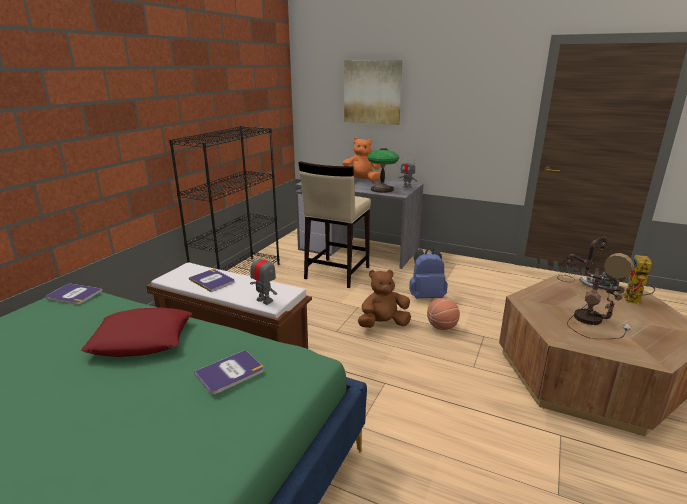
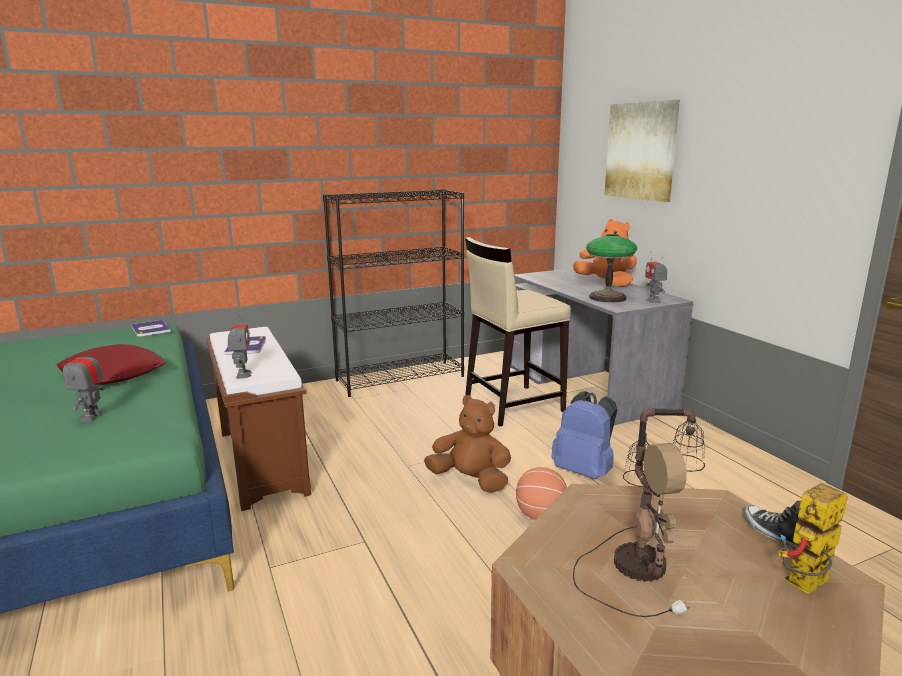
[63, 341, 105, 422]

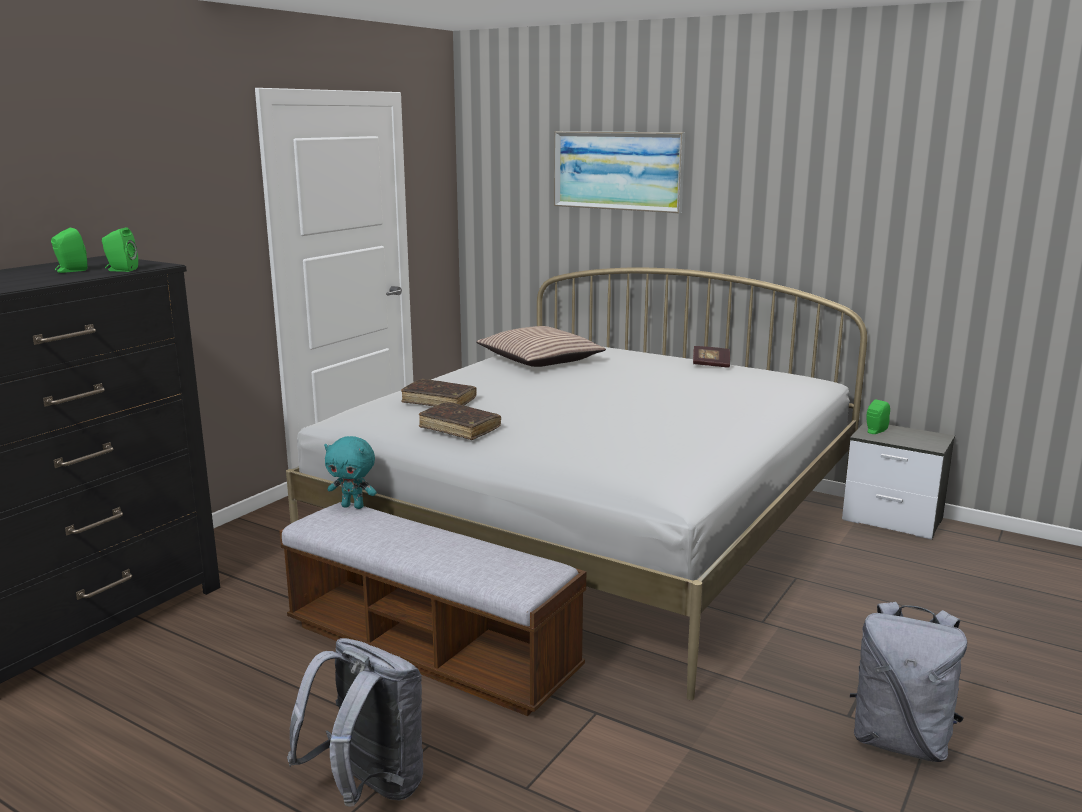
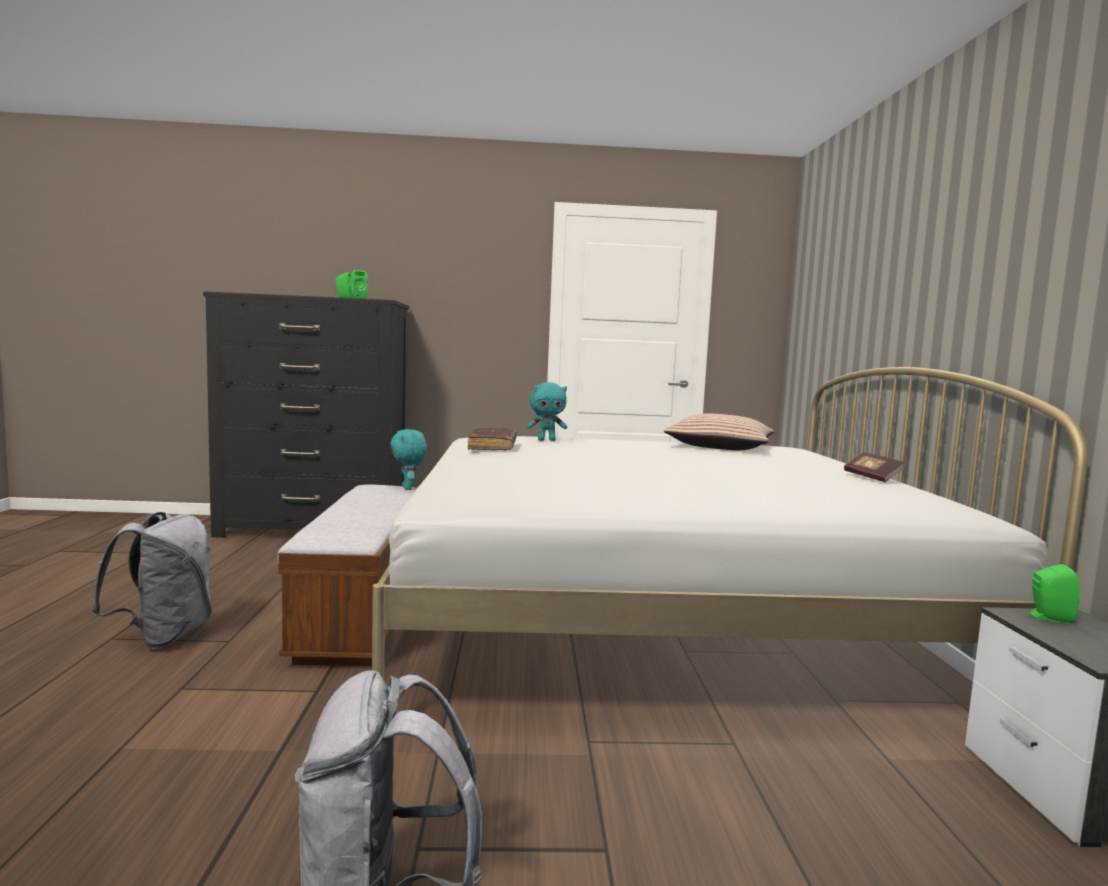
[527, 382, 567, 441]
[554, 131, 685, 213] (first image)

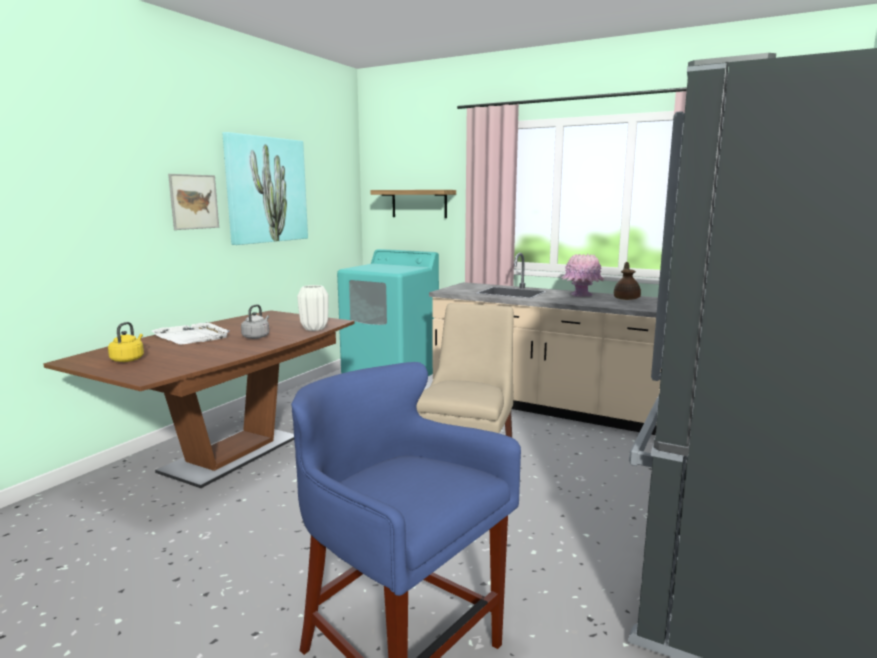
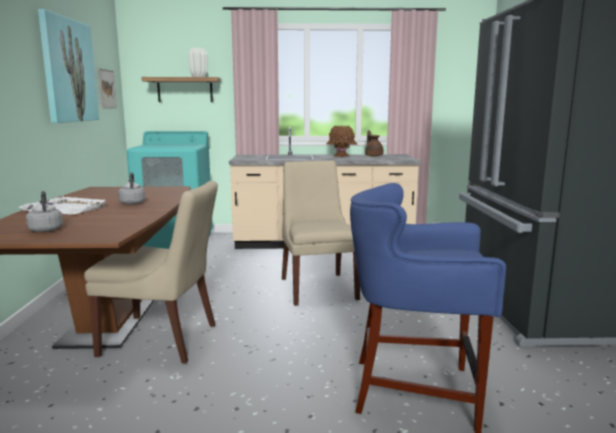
[26, 191, 63, 232]
[84, 181, 218, 363]
[98, 68, 117, 109]
[188, 48, 208, 77]
[326, 125, 357, 157]

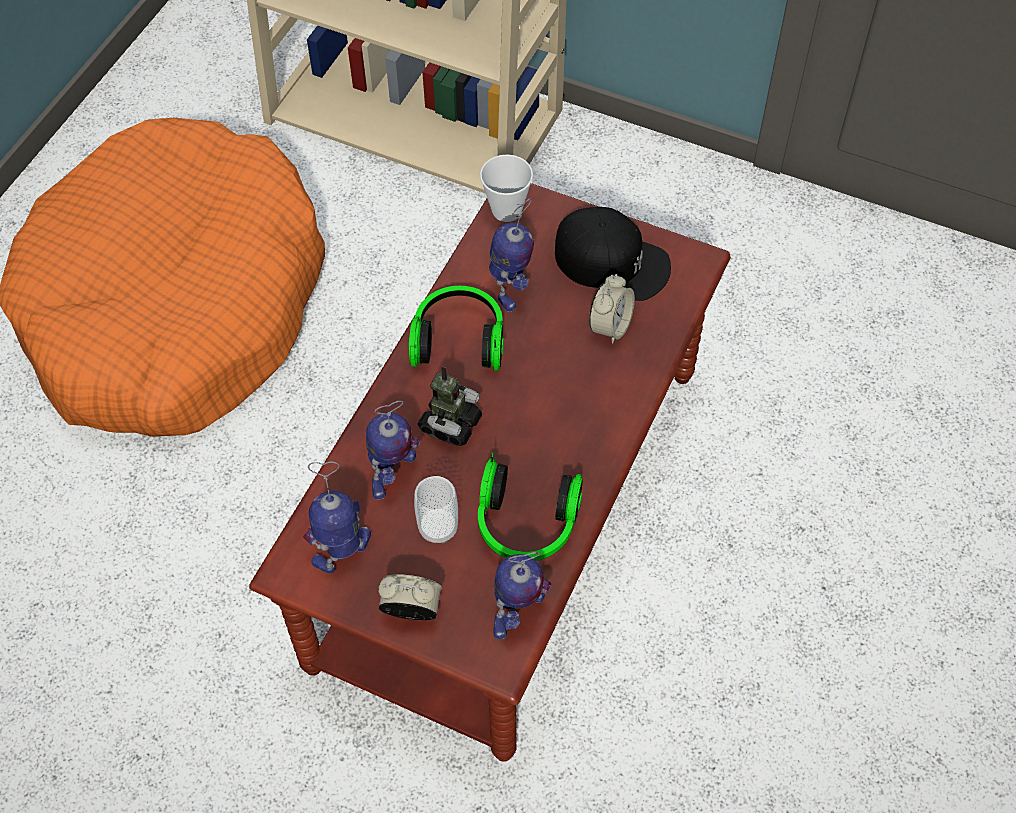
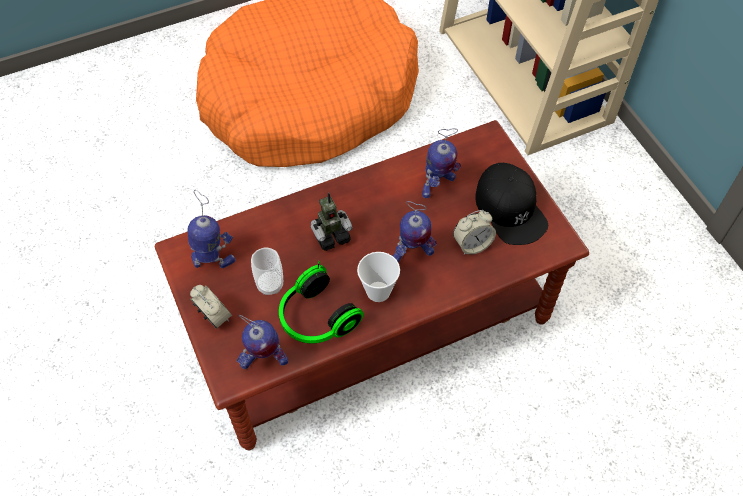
[357, 252, 400, 302]
[393, 201, 437, 263]
[409, 286, 504, 371] (first image)

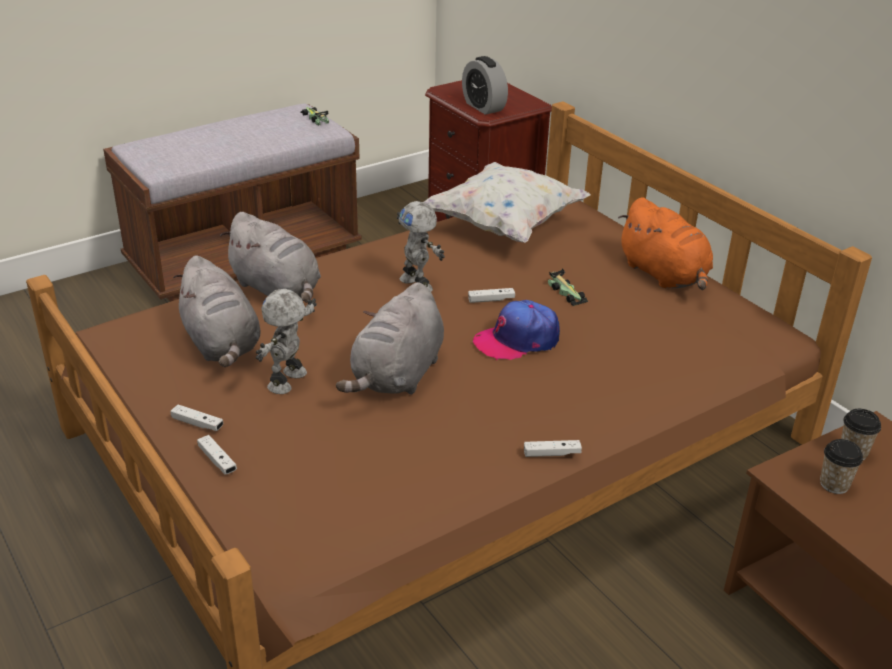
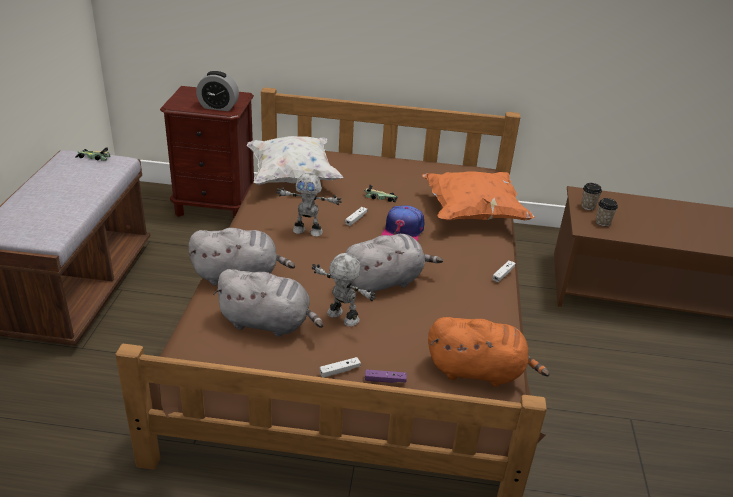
[312, 253, 376, 326]
[345, 234, 443, 293]
[365, 369, 407, 383]
[422, 171, 535, 220]
[428, 317, 550, 387]

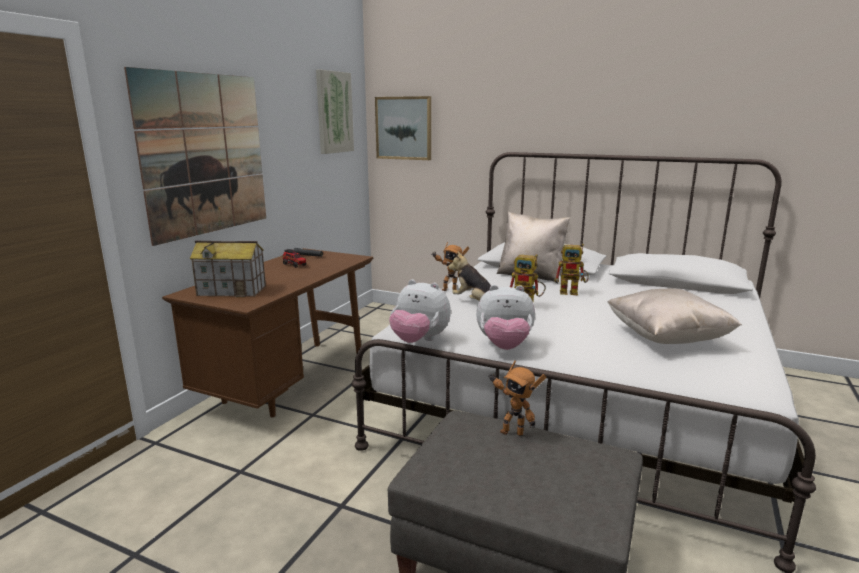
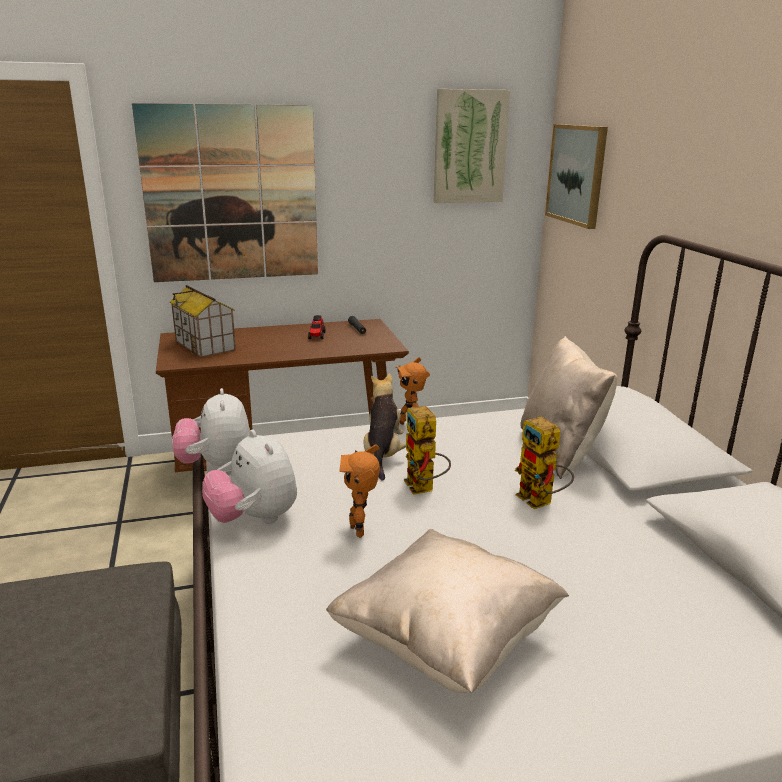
[339, 445, 380, 538]

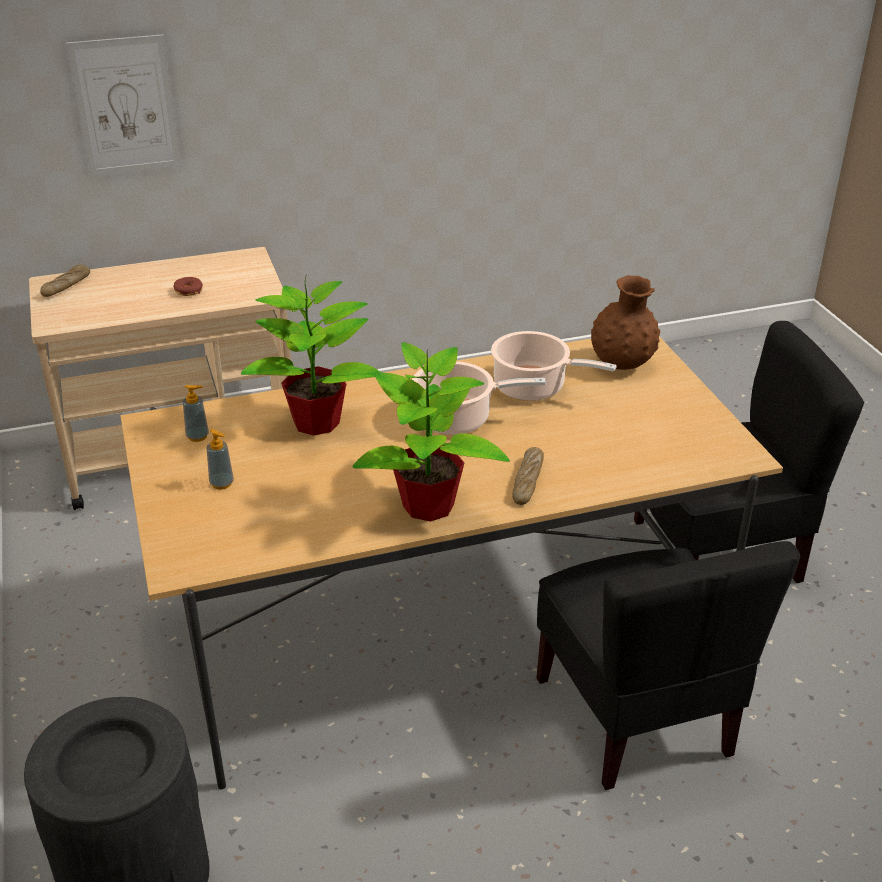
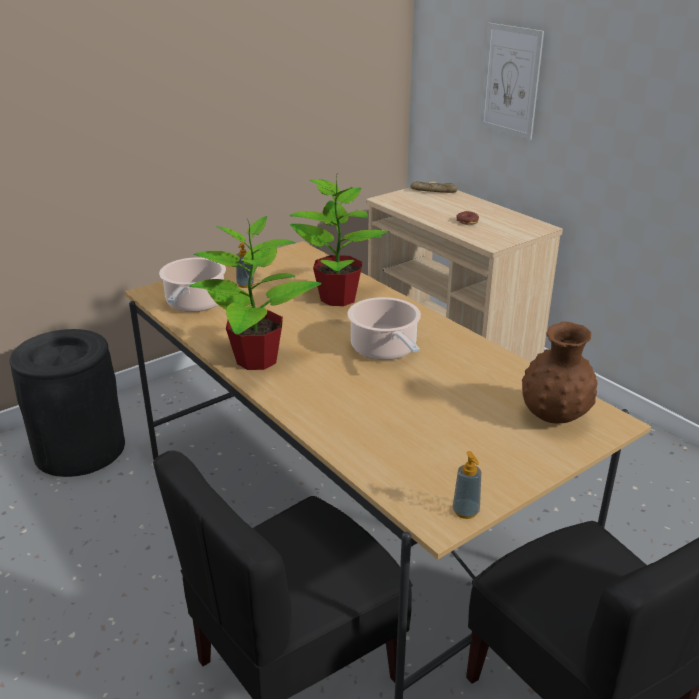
[159, 257, 226, 312]
[453, 451, 481, 519]
[512, 447, 544, 505] (first image)

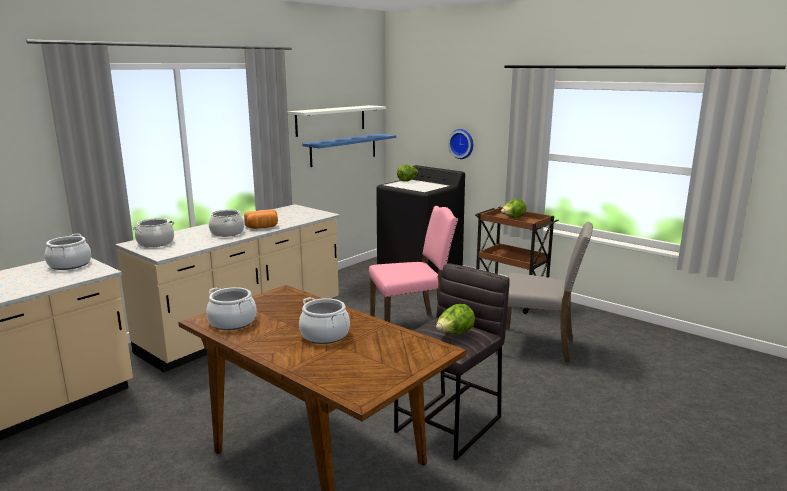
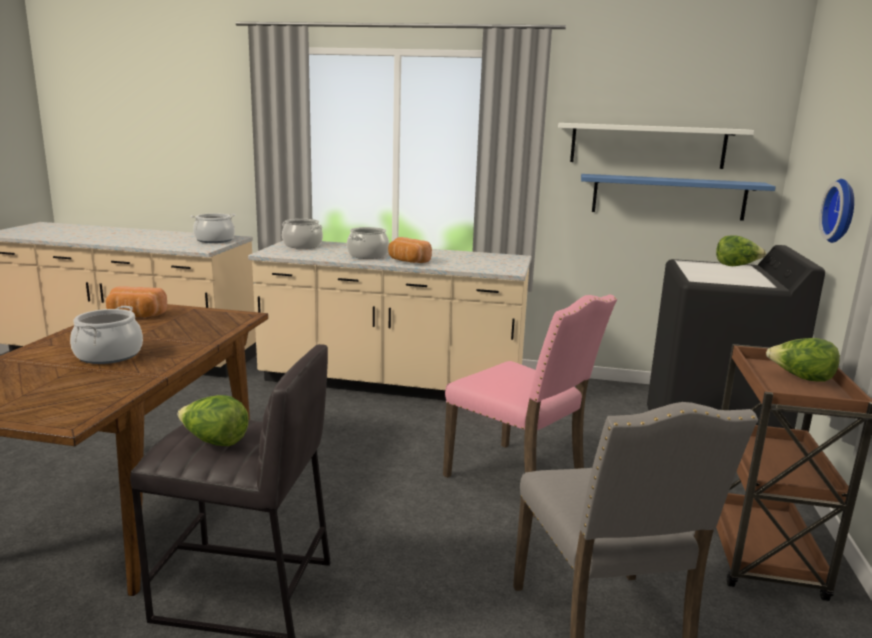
[106, 286, 167, 317]

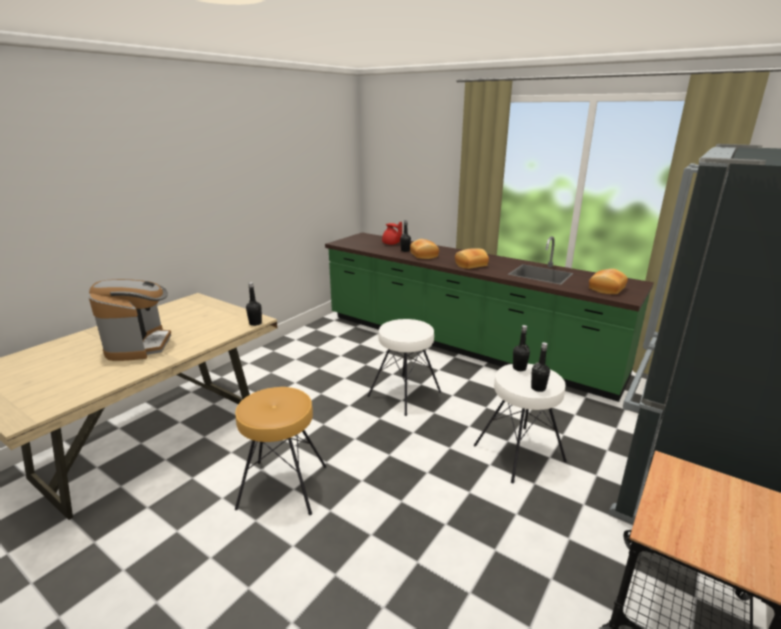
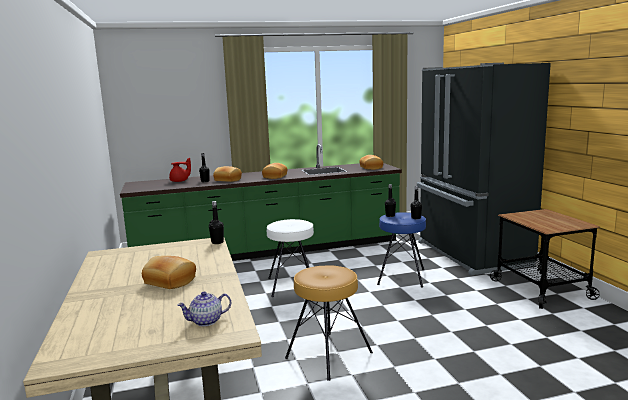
[142, 256, 196, 289]
[177, 292, 231, 326]
[377, 212, 426, 288]

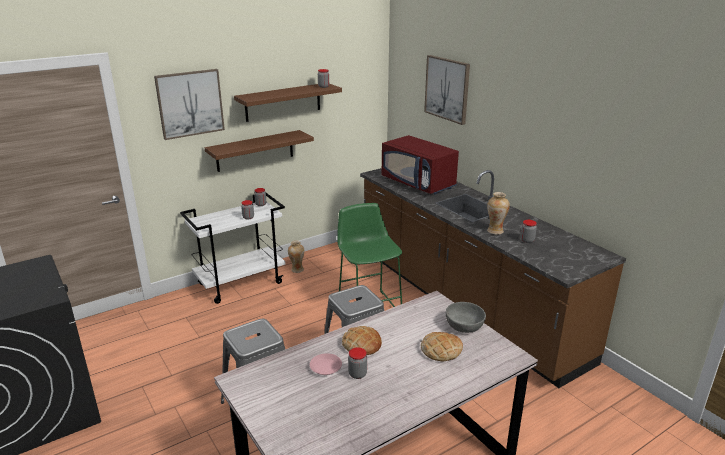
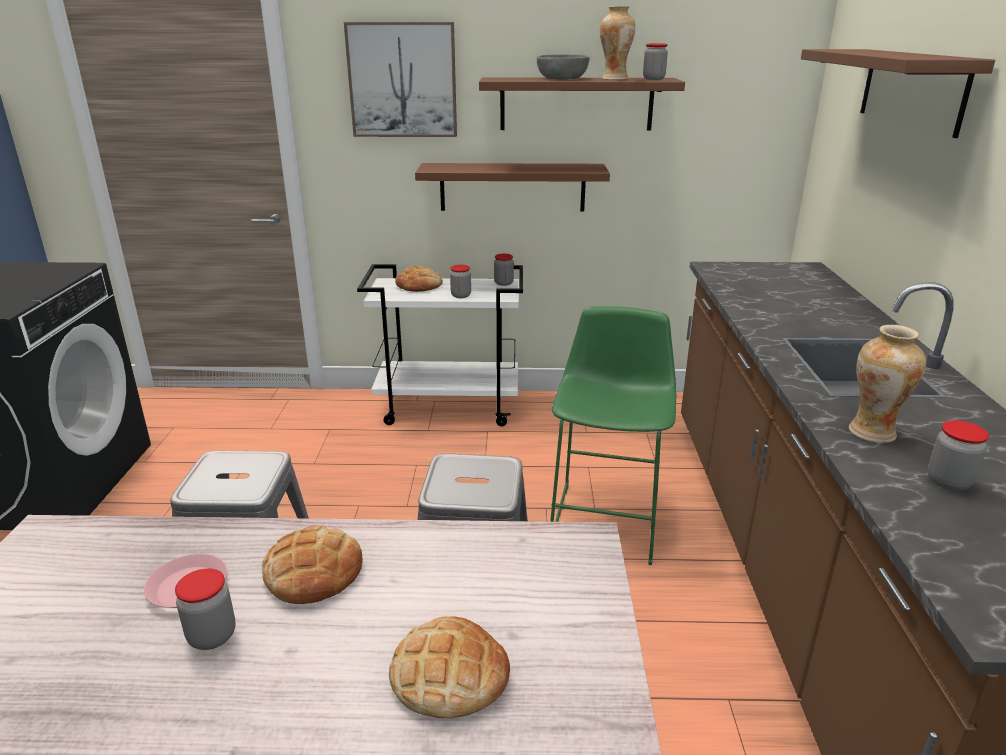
[395, 266, 443, 292]
[537, 54, 590, 80]
[600, 6, 635, 80]
[801, 49, 995, 138]
[382, 135, 459, 195] (first image)

